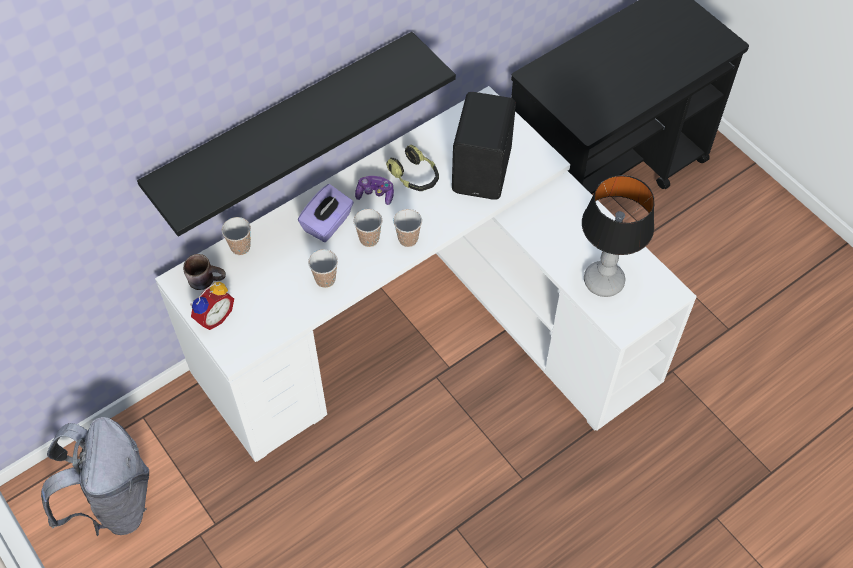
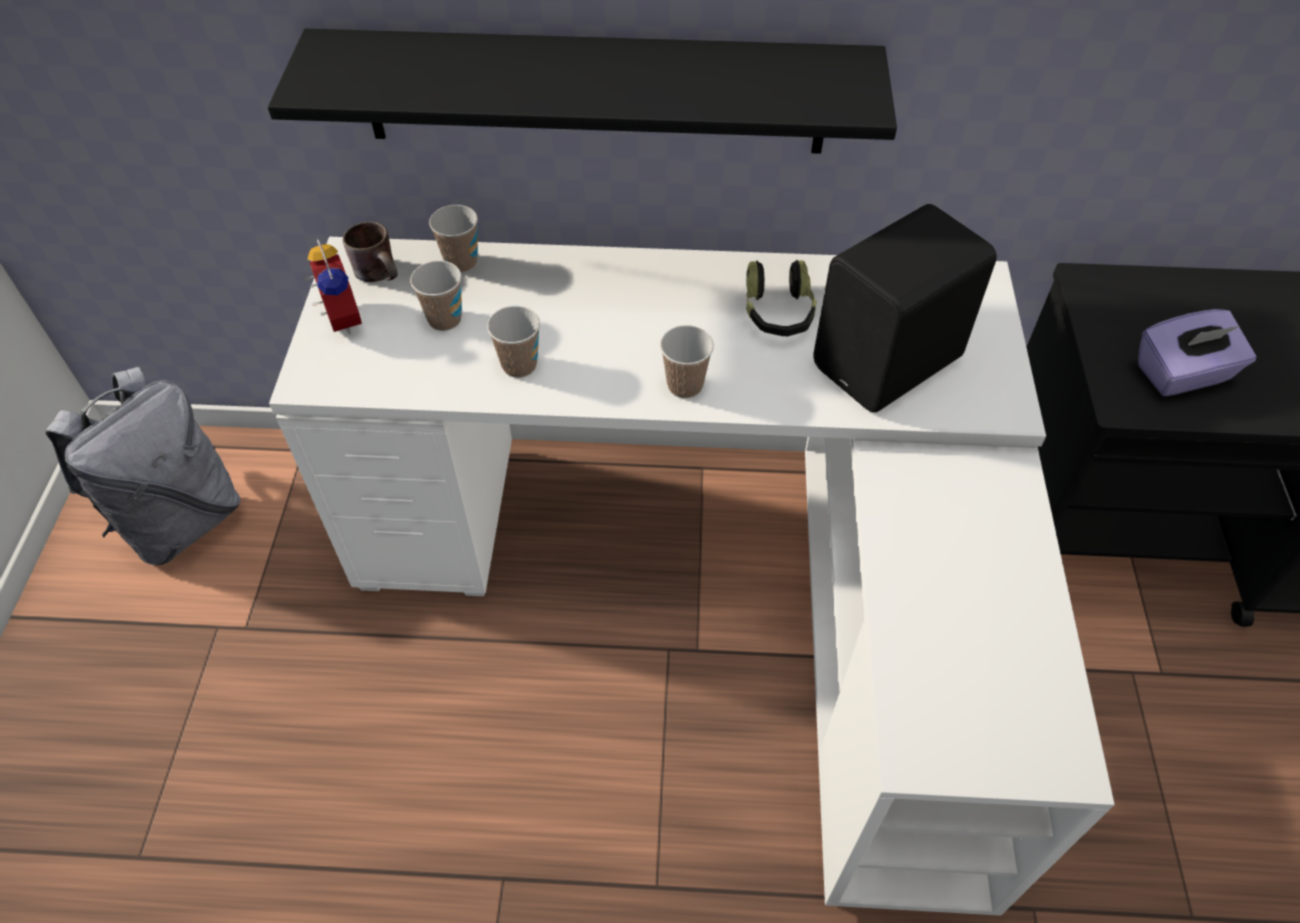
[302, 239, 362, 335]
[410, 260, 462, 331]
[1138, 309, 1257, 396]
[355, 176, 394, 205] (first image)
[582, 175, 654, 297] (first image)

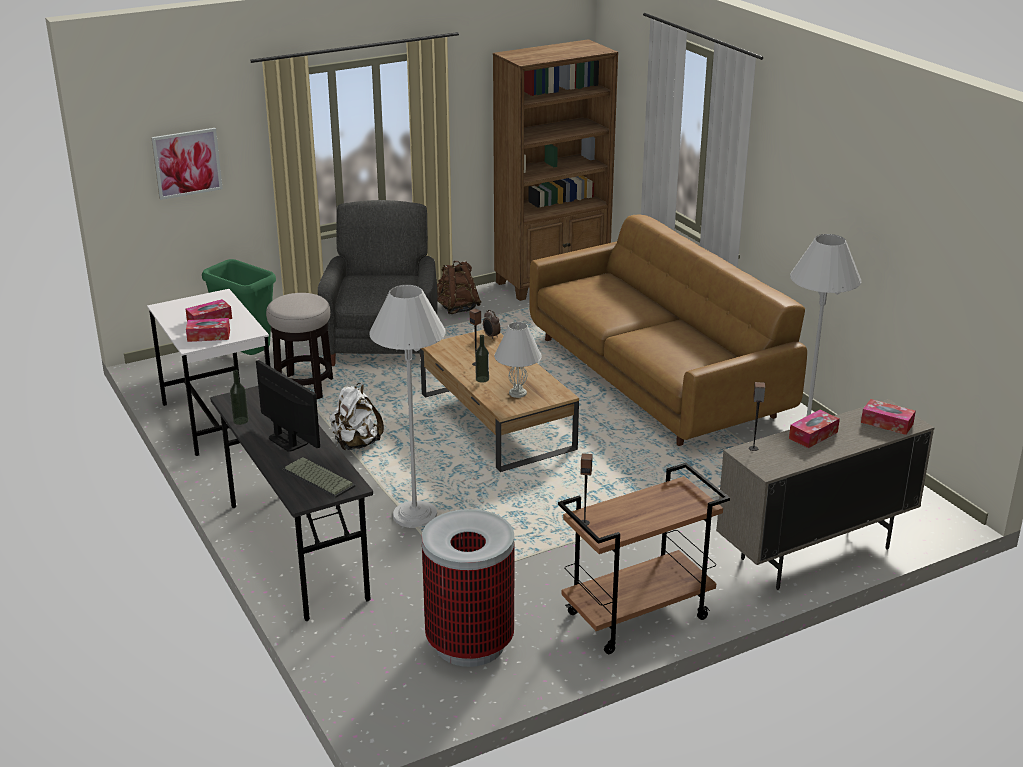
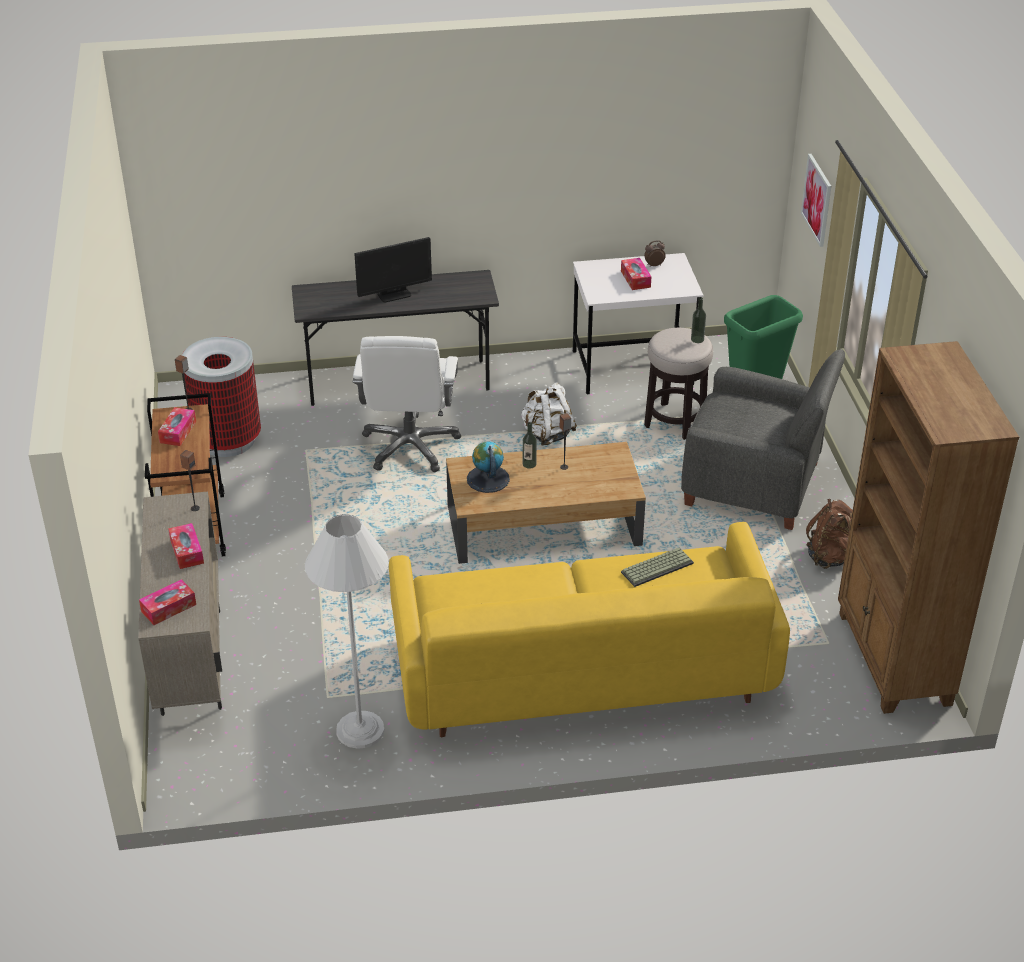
[158, 407, 196, 446]
[353, 336, 461, 472]
[389, 522, 790, 737]
[467, 441, 510, 493]
[621, 548, 694, 587]
[644, 240, 666, 267]
[691, 298, 706, 343]

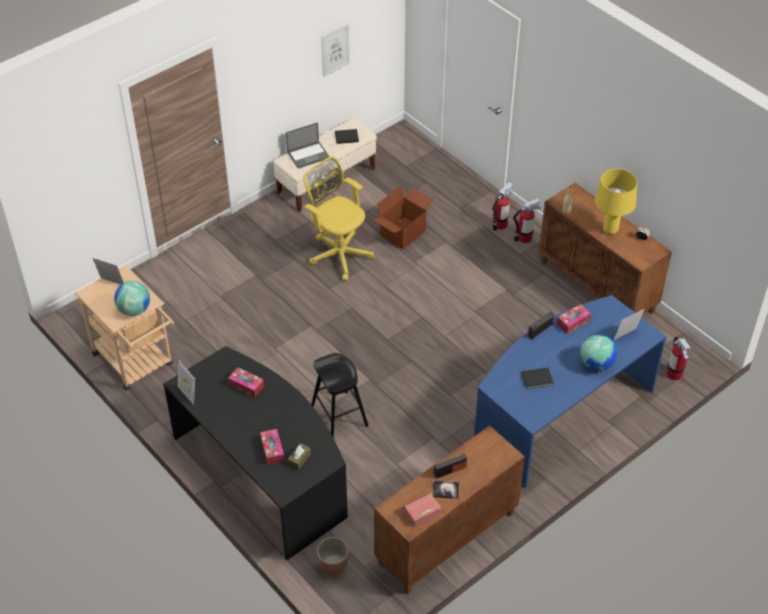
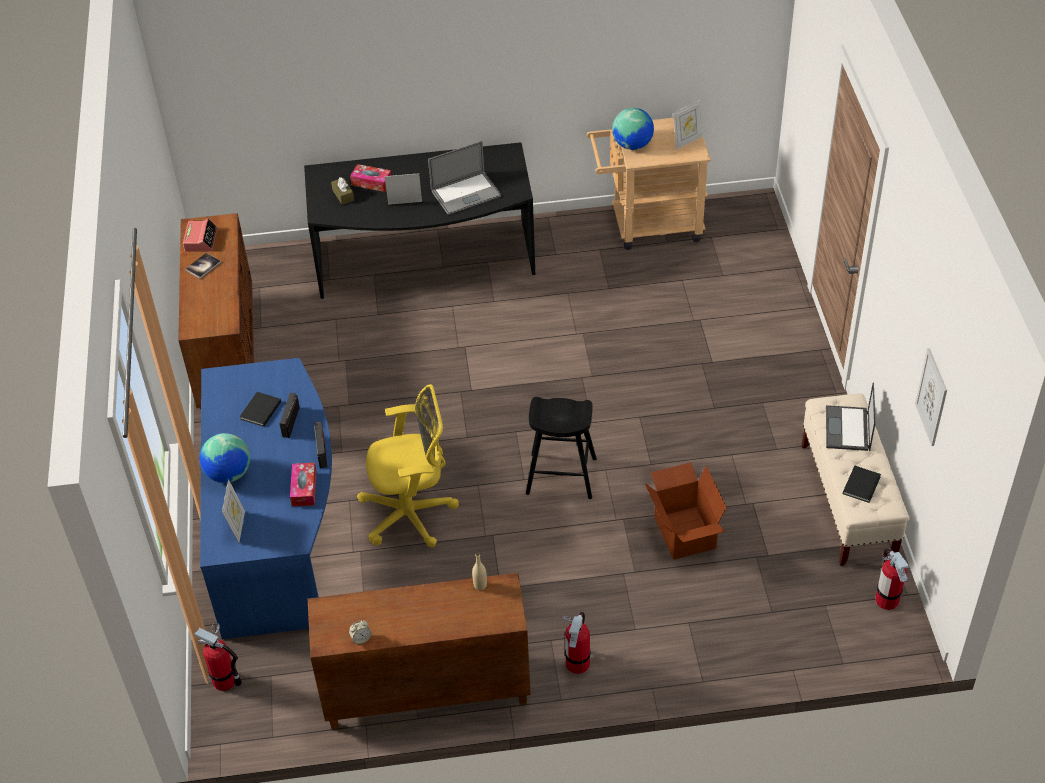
[280, 393, 300, 438]
[357, 384, 459, 547]
[385, 173, 422, 205]
[428, 141, 501, 215]
[526, 397, 597, 499]
[876, 549, 909, 610]
[317, 537, 349, 576] (first image)
[595, 169, 637, 235] (first image)

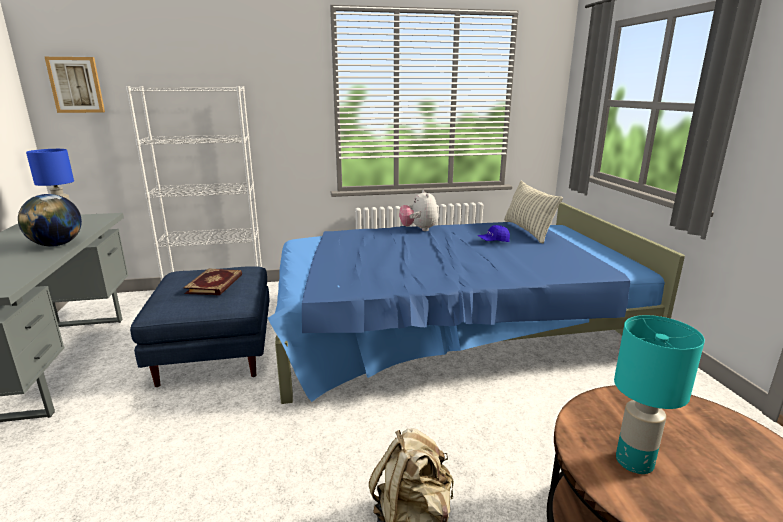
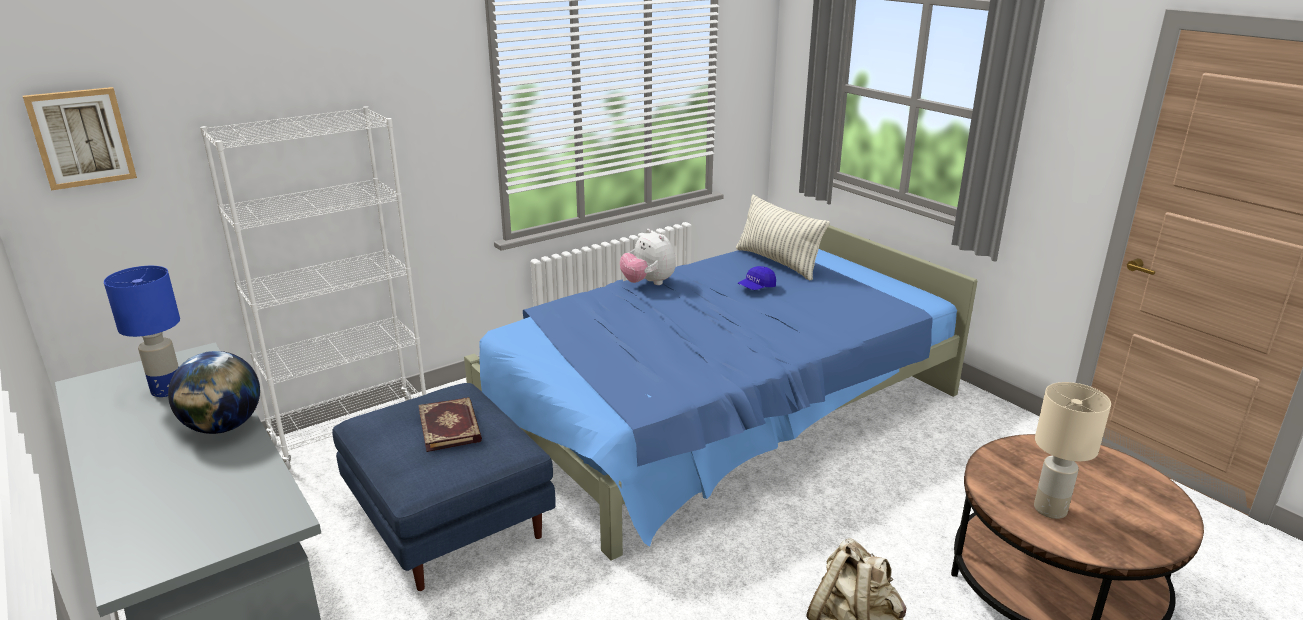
[1034, 382, 1111, 519]

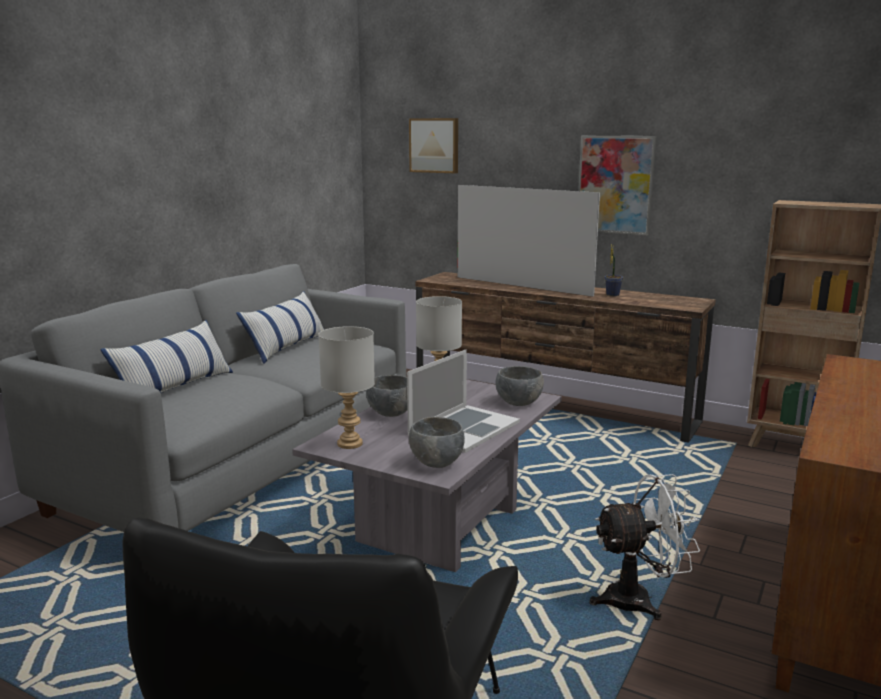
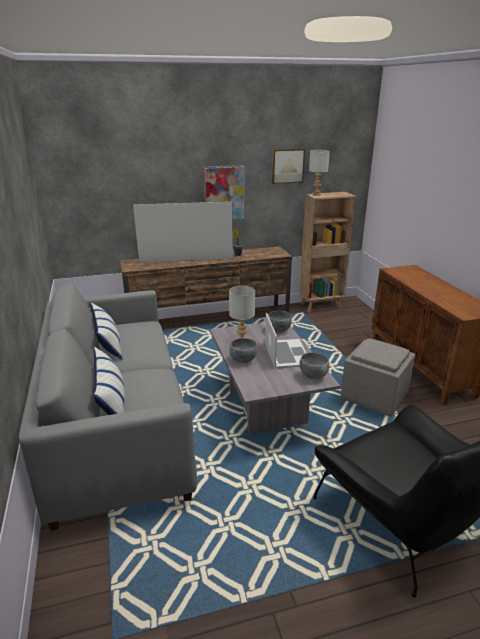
[272, 148, 305, 184]
[309, 150, 330, 195]
[341, 338, 415, 417]

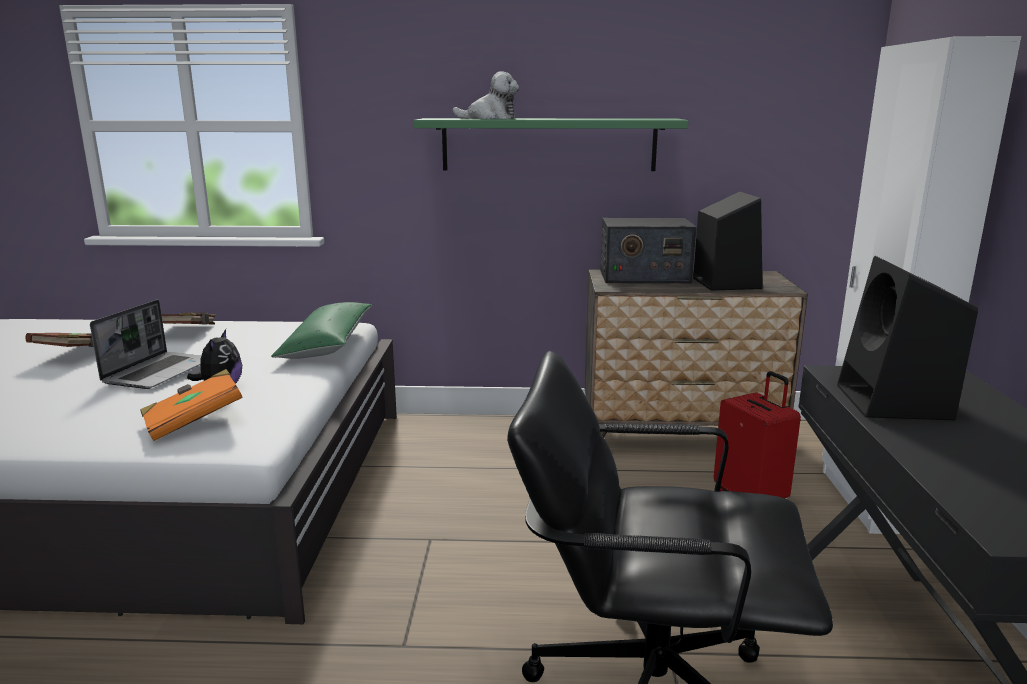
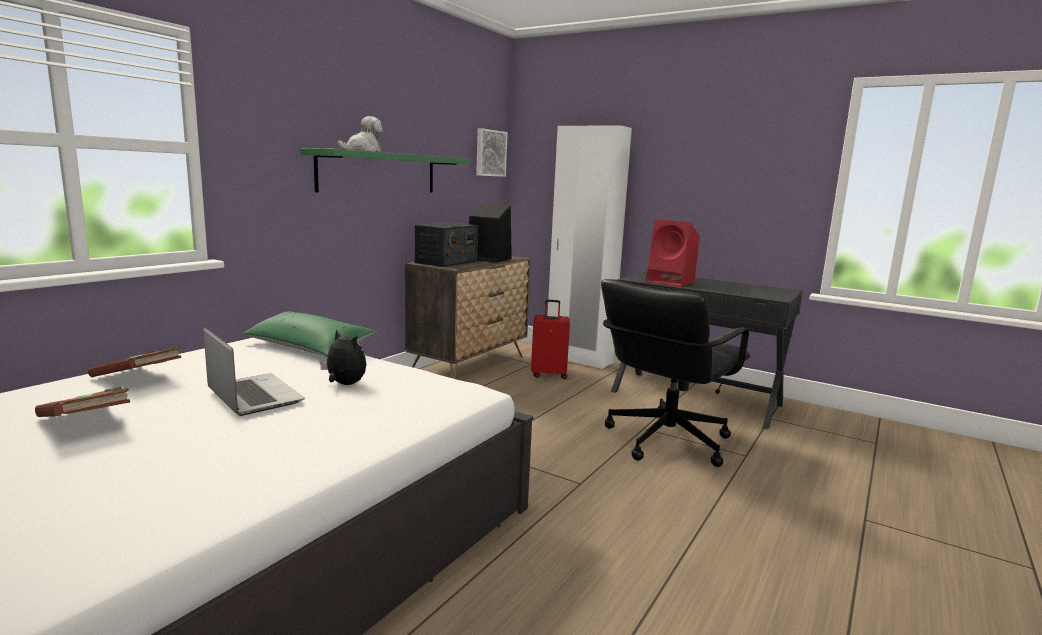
[476, 128, 508, 177]
[646, 219, 700, 287]
[141, 369, 243, 441] (first image)

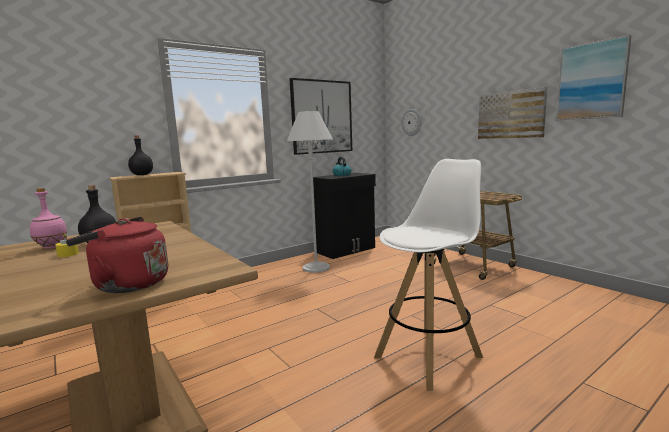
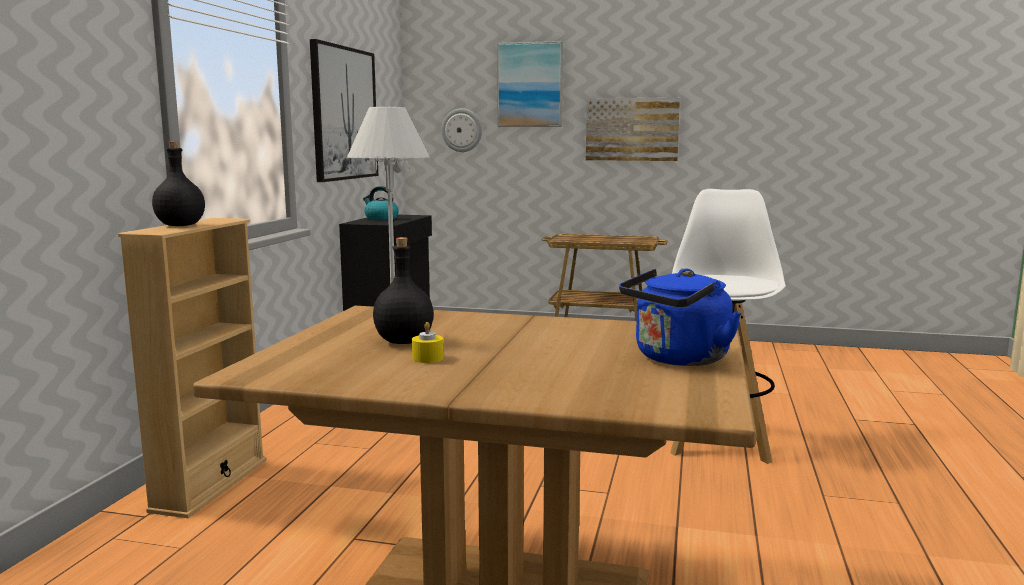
[497, 41, 563, 127]
[619, 268, 742, 366]
[30, 188, 67, 249] (first image)

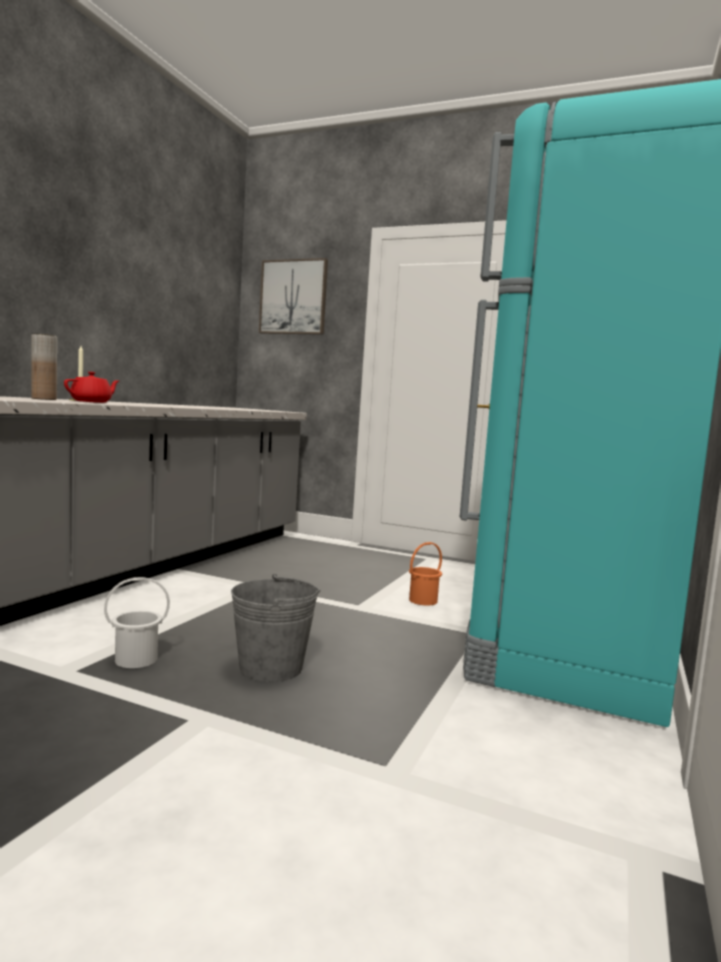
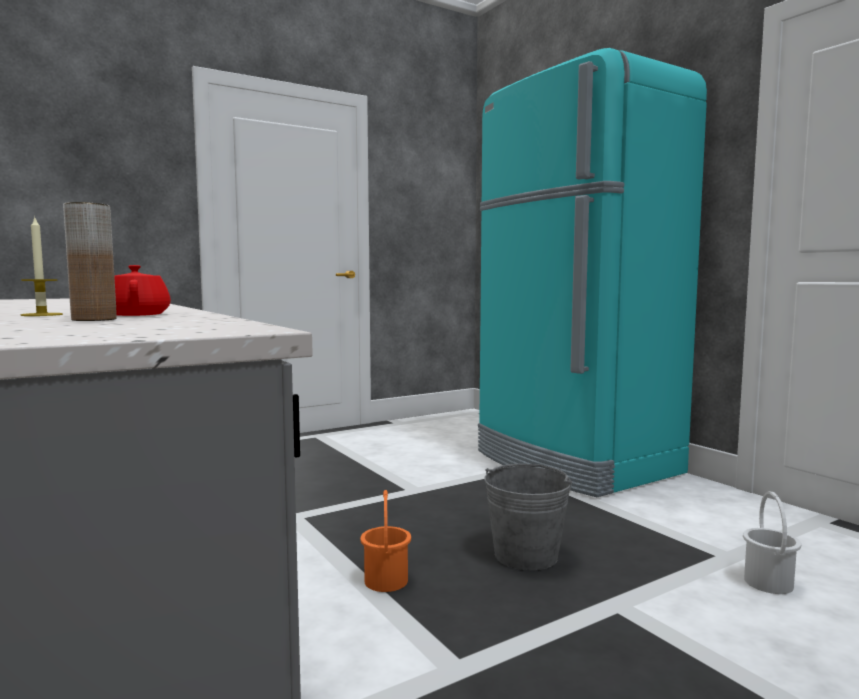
[360, 490, 411, 592]
[743, 491, 801, 594]
[259, 258, 328, 335] (first image)

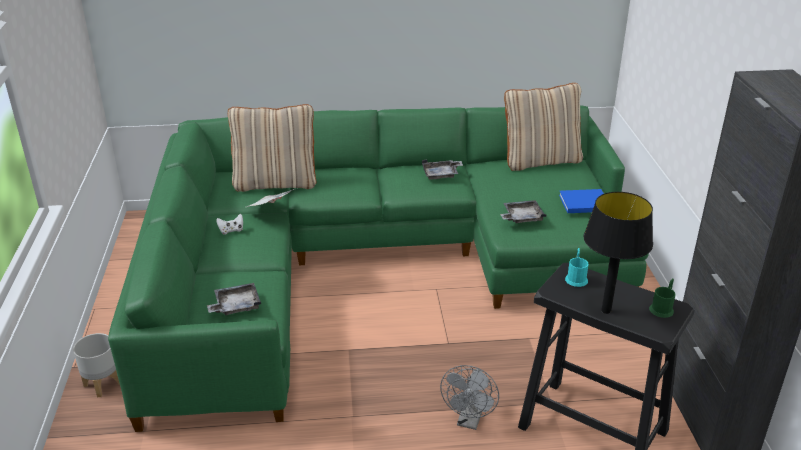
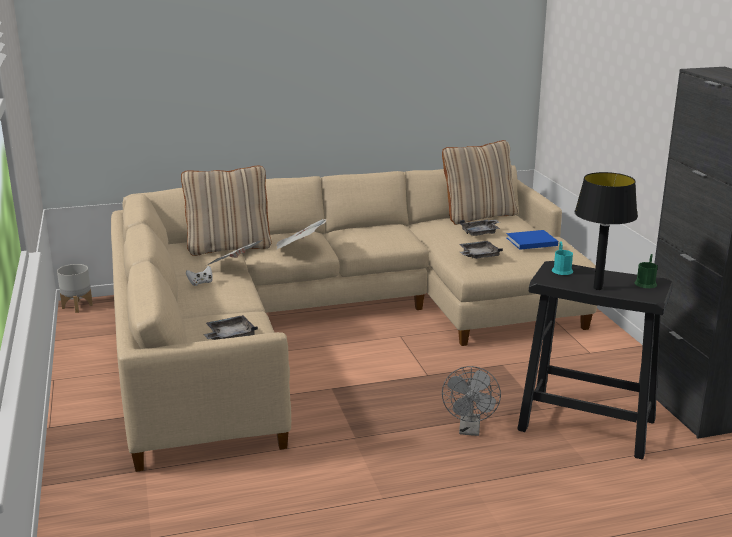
[57, 264, 93, 313]
[111, 165, 597, 472]
[276, 219, 326, 250]
[460, 220, 500, 236]

